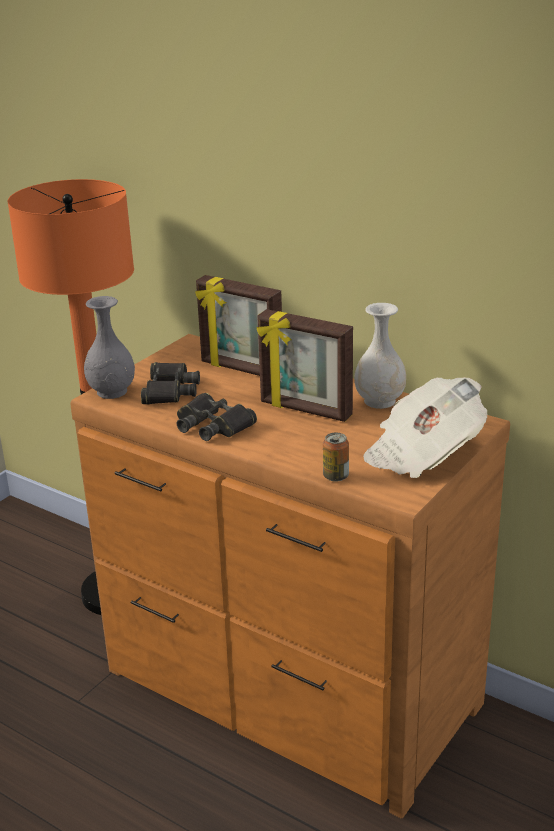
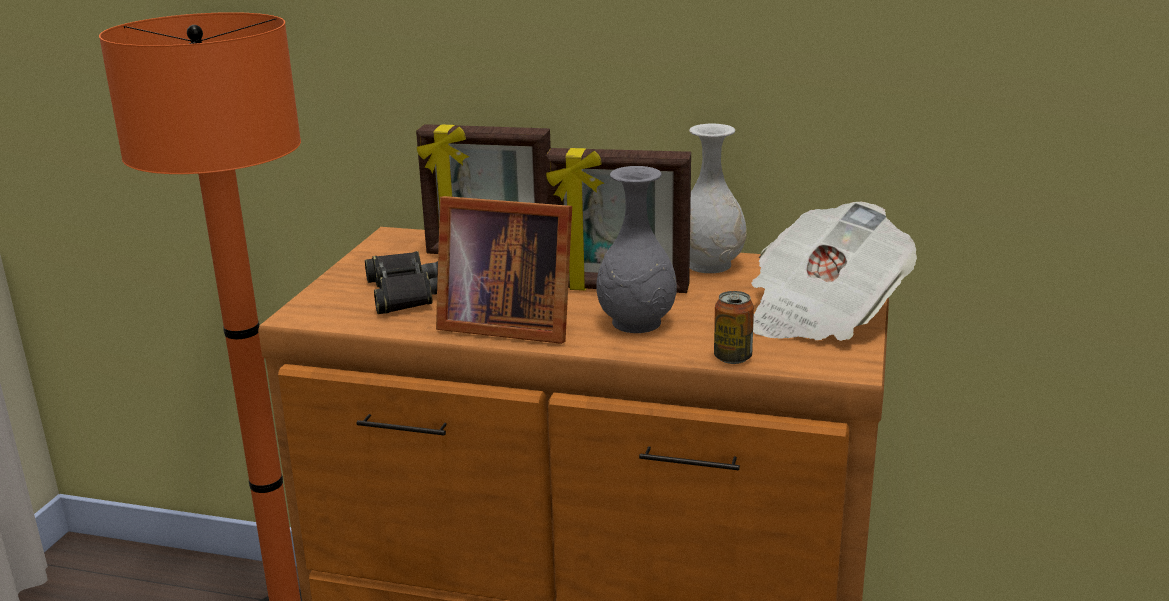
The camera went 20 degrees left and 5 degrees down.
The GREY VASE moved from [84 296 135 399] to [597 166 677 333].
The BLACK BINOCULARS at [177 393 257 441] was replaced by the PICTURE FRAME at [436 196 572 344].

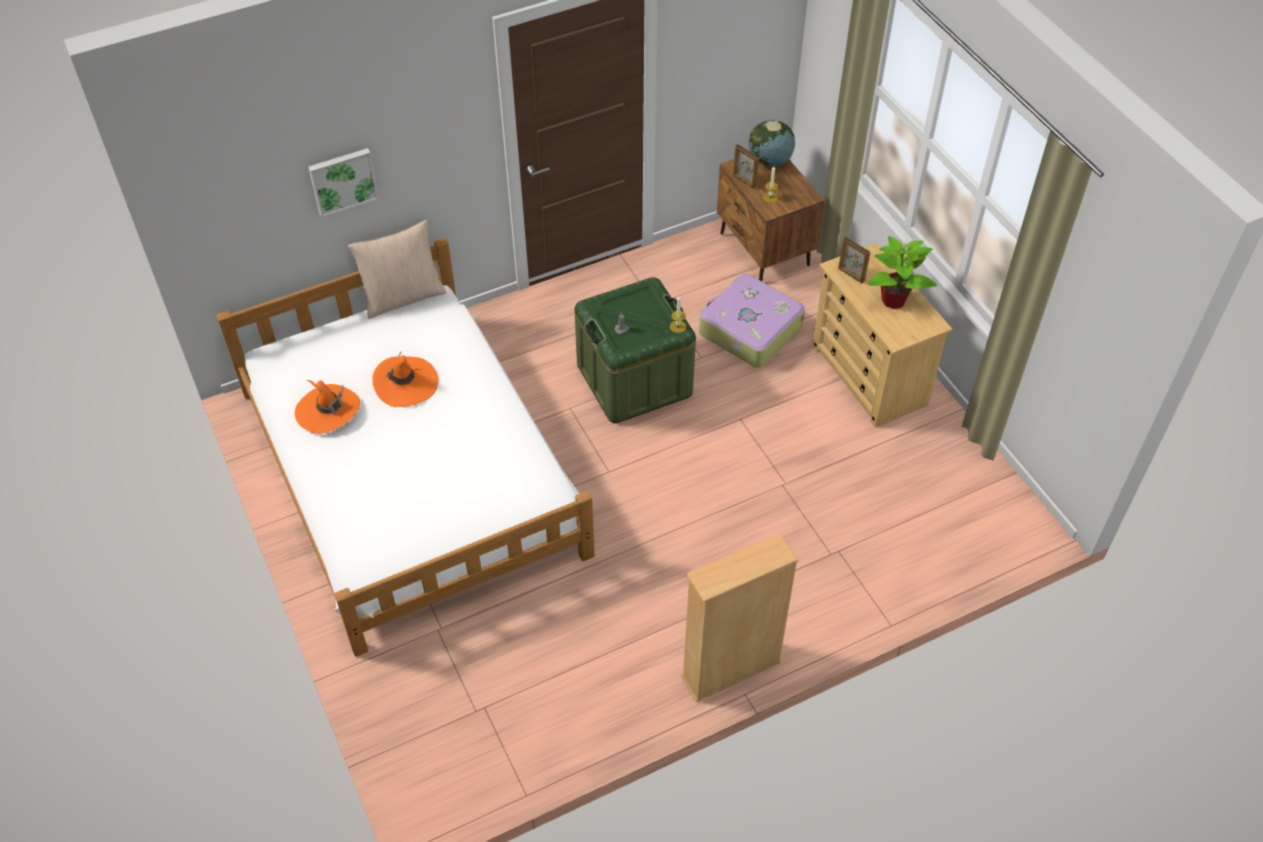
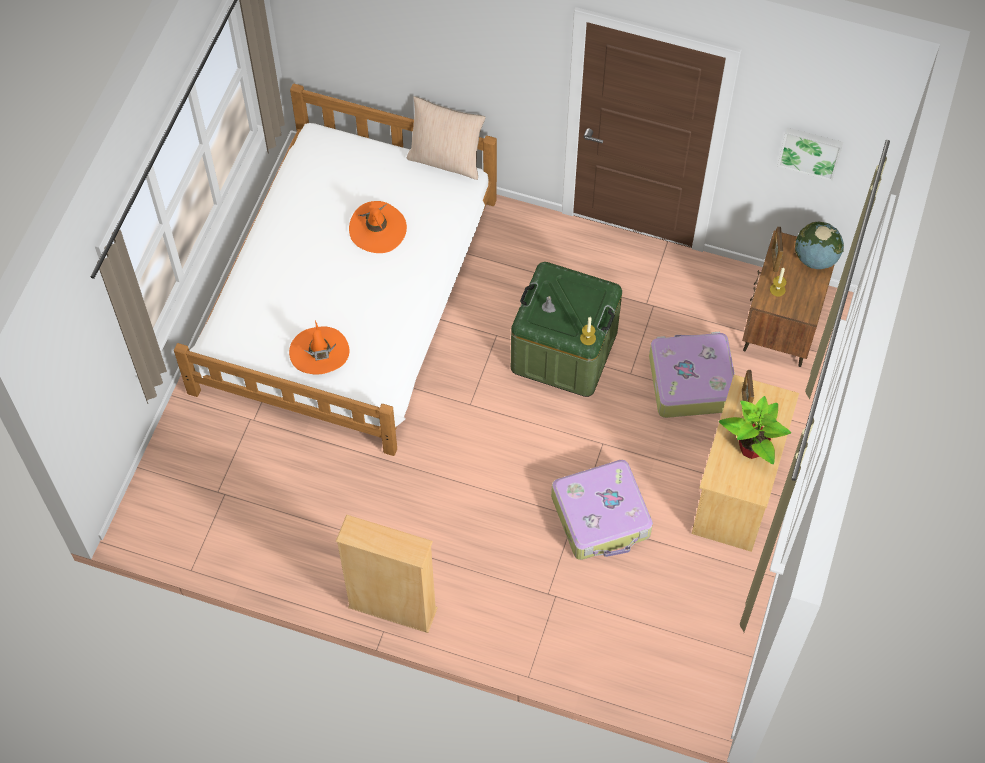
The camera went 45 degrees right and 10 degrees up.
The SUITCASE at [551 460 653 560] appeared.
The ORANGE HAT moved from [295 380 360 434] to [289 321 350 374].
The PICTURE moved from [308 148 379 217] to [777 127 844 181].

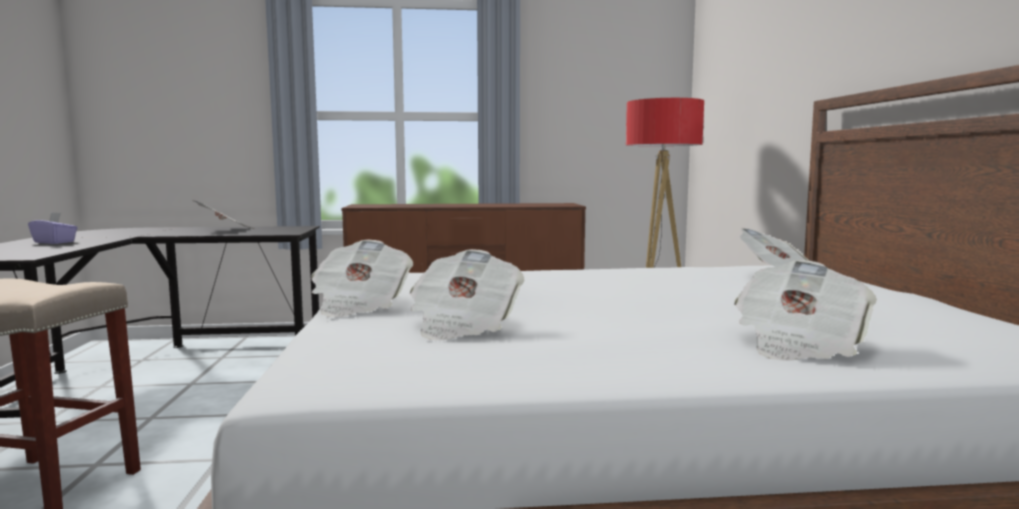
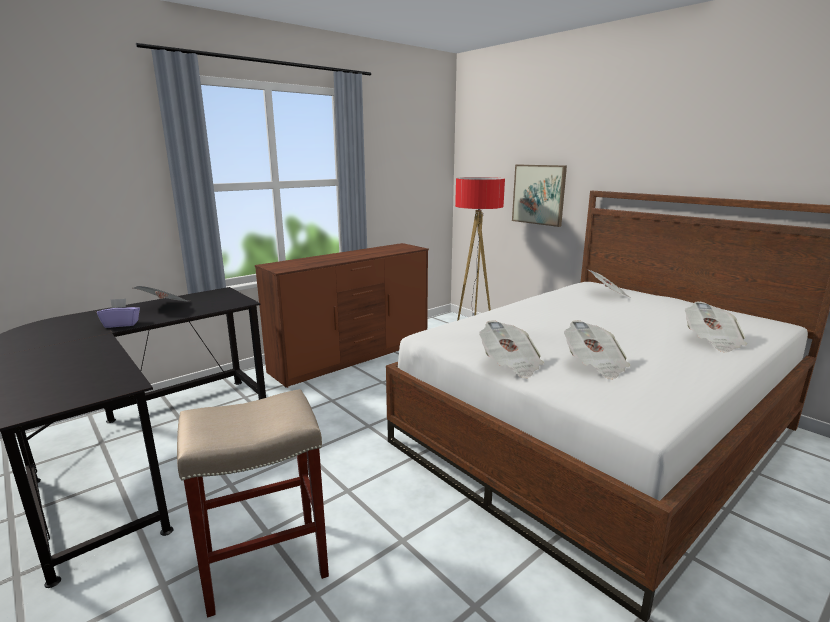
The camera went 35 degrees left and 10 degrees up.
The PICTURE at [512 165 567 227] appeared.
The PURPLE TISSUE BOX moved from [28 212 78 244] to [97 298 140 328].

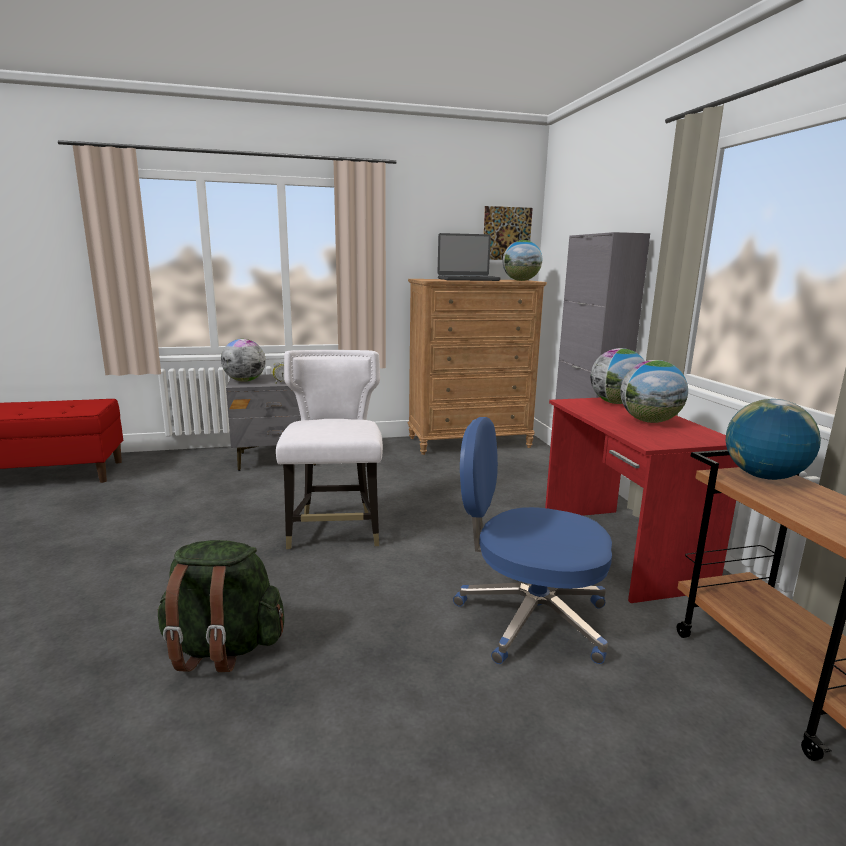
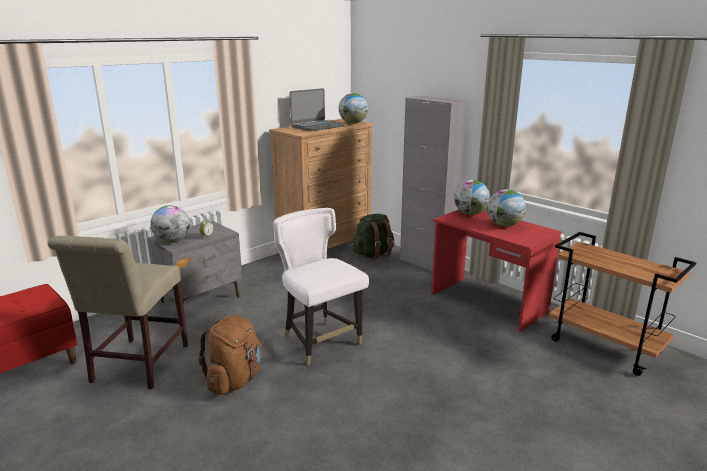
The camera went 30 degrees left and 5 degrees up.
The BLUE OFFICE CHAIR at [453 417 612 664] disappeared.
The PICTURE at [484 206 533 260] disappeared.
The GLOBE at [726 399 821 480] disappeared.
The BEIGE CHAIR at [47 236 188 389] appeared.
The BROWN BACKPACK at [198 316 262 395] appeared.
The GREEN BACKPACK moved from [158 540 284 672] to [352 214 395 260].

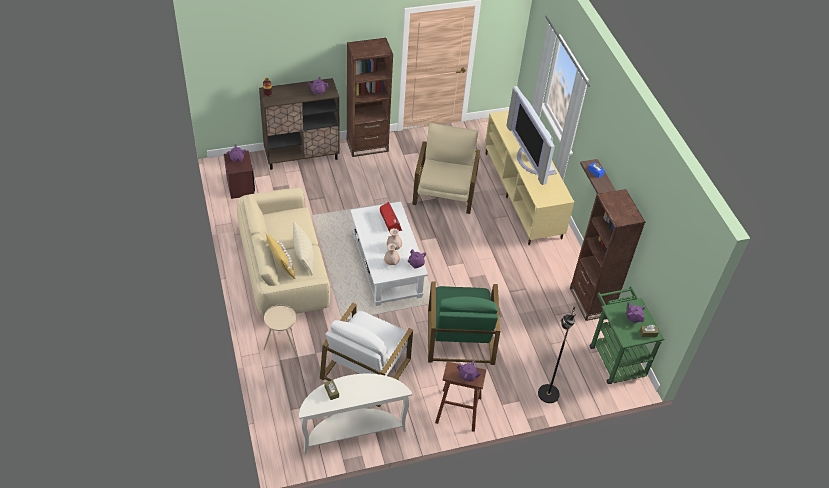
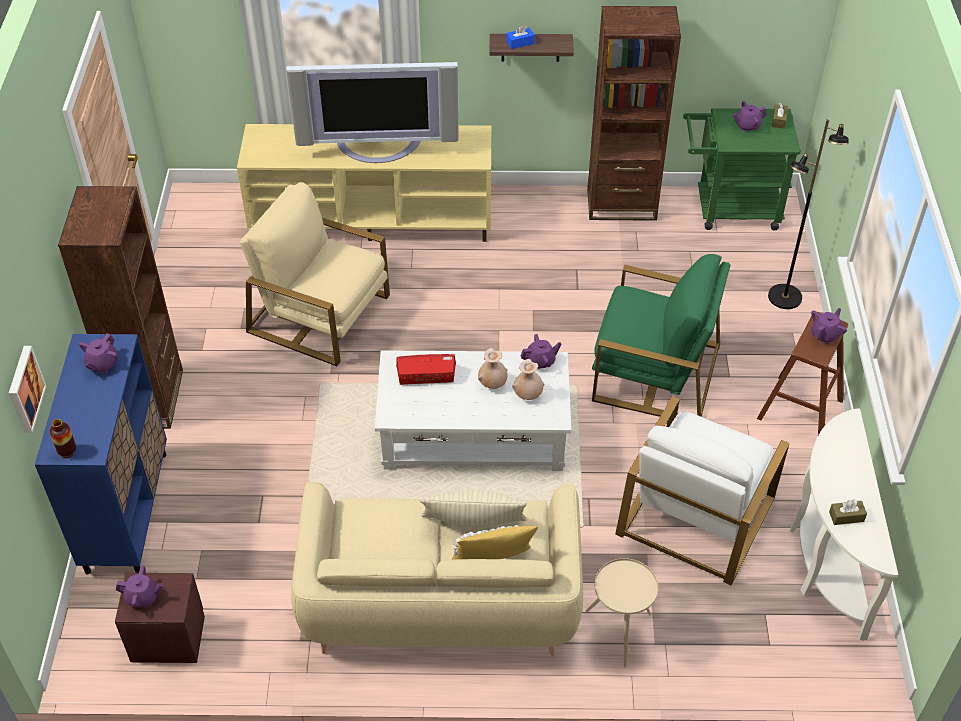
The camera went 70 degrees left and 0 degrees up.
The PICTURE at [9 346 46 433] appeared.
The BROWN CABINET at [259 78 339 170] became the BLUE CABINET at [35 334 167 574].
The WHITE ARMCHAIR at [320 303 413 407] turned 75 degrees clockwise.

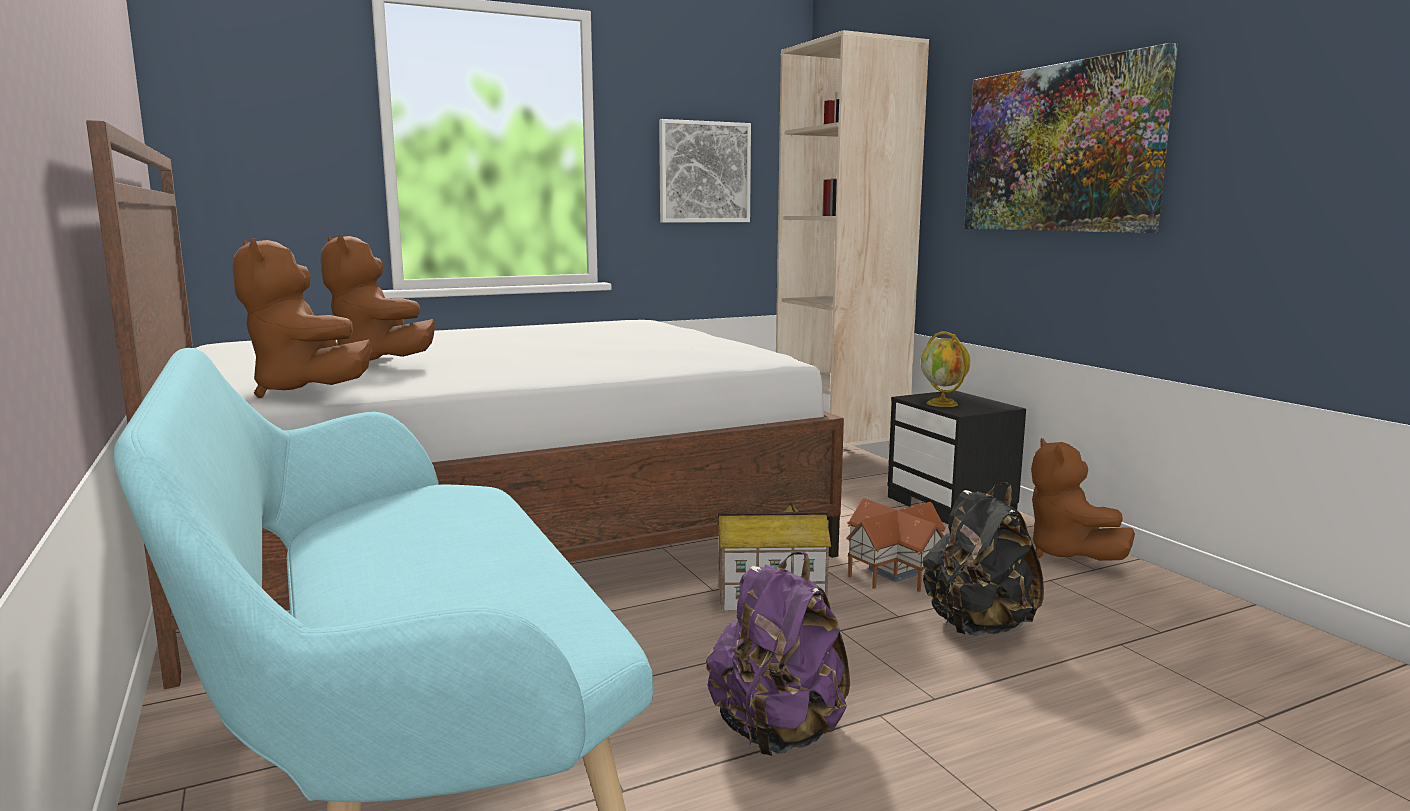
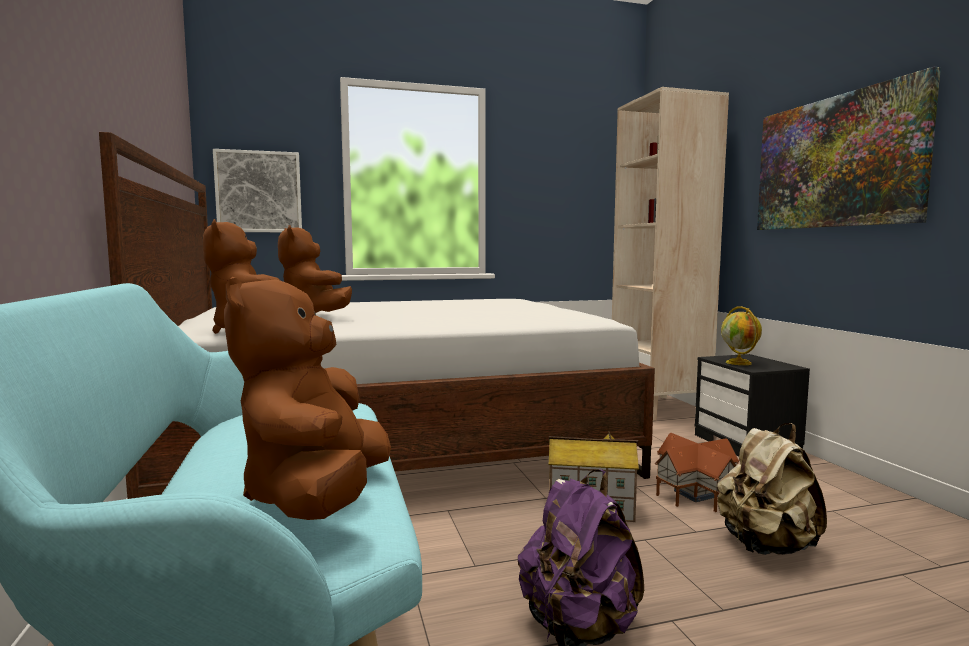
The camera went 10 degrees right and 5 degrees down.
The PICTURE moved from [659 119 751 223] to [213 149 302 232].
The BROWN PLUSH TOY moved from [1031 438 1135 561] to [224 277 391 520].
The BLACK BACKPACK at [923 482 1044 636] became the BEIGE BACKPACK at [717 423 827 555].

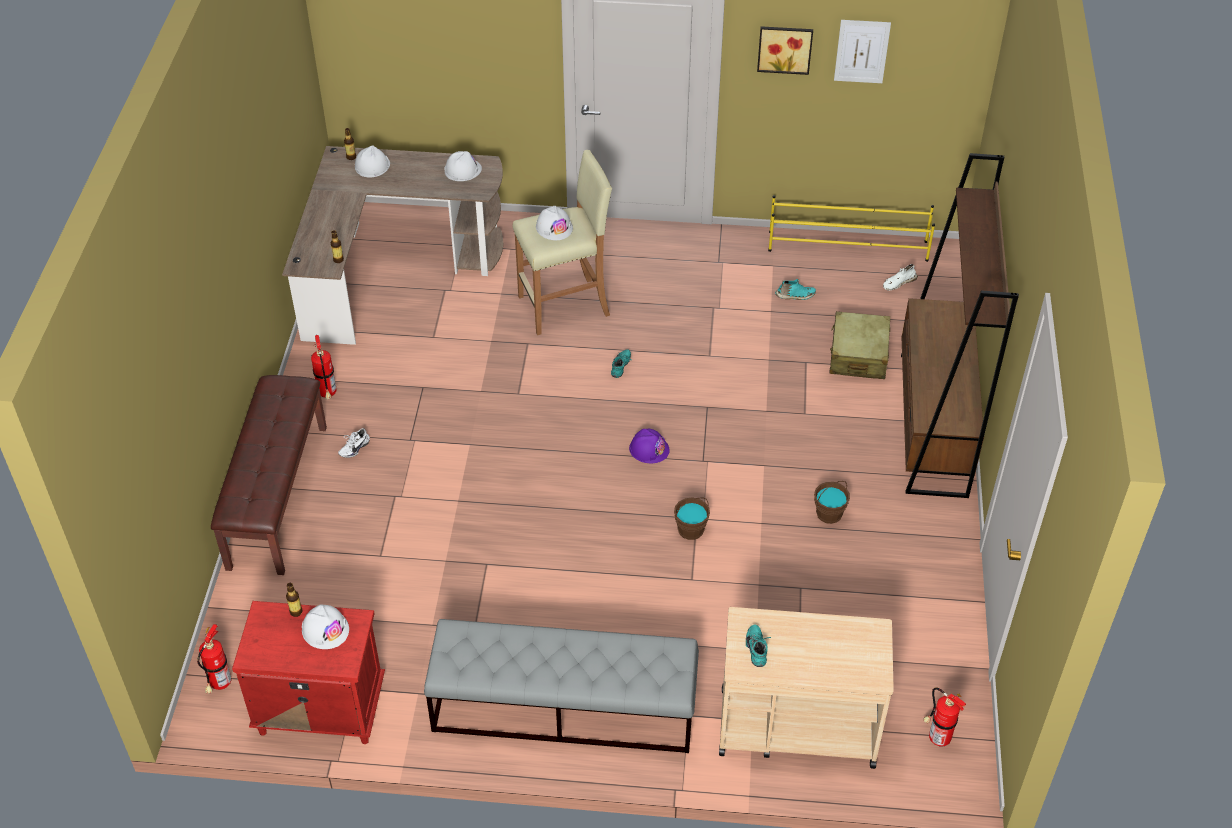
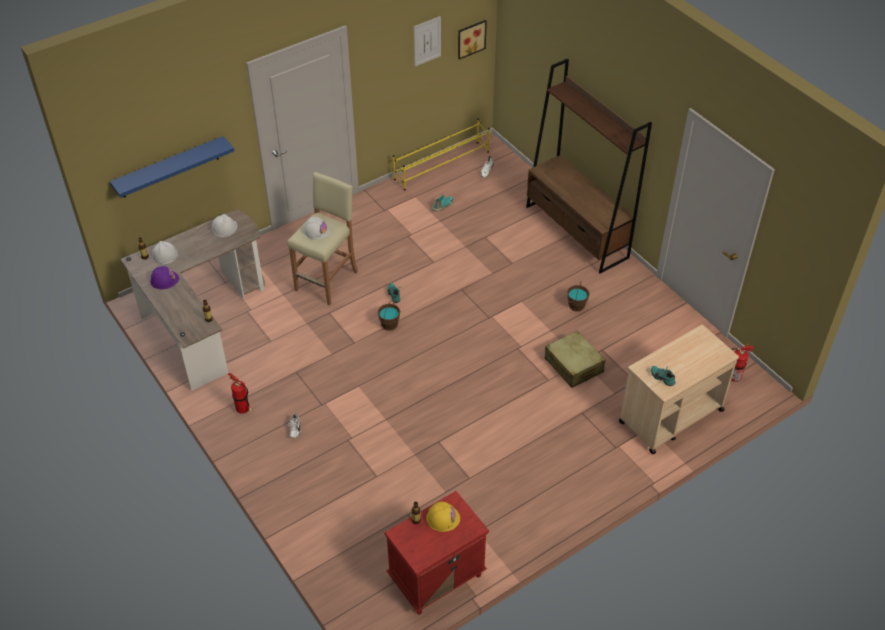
The camera went 40 degrees left and 0 degrees up.
The FIRE EXTINGUISHER at [197 624 232 694] disappeared.
The BROWN BENCH at [211 375 327 575] disappeared.
The GREY BENCH at [424 619 699 753] disappeared.
The BLUE SHELF at [110 136 234 198] appeared.
The PURPLE HARD HAT moved from [629 429 670 463] to [150 266 179 289].
The BROWN BUCKET moved from [674 497 710 540] to [378 301 400 331].
The PICTURE moved from [757 26 813 75] to [458 20 487 60].
The BEIGE SUITCASE moved from [830 311 890 379] to [545 331 605 388].
The WHITE HARD HAT at [302 605 349 649] became the YELLOW HARD HAT at [426 502 460 532].

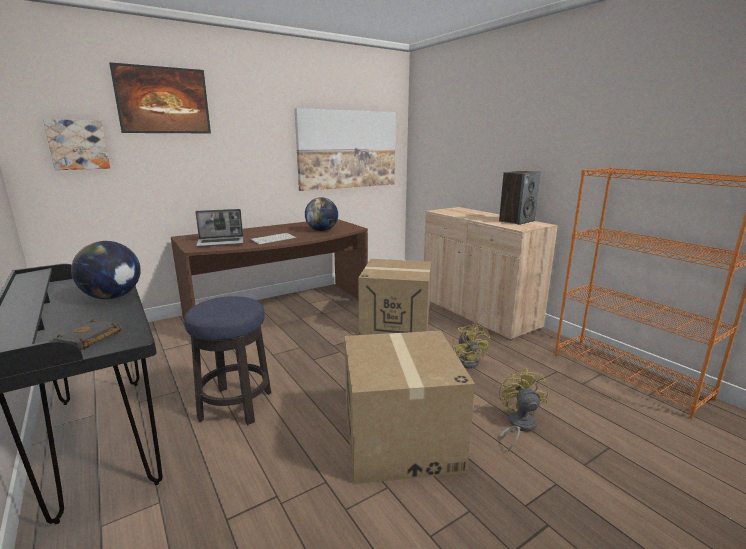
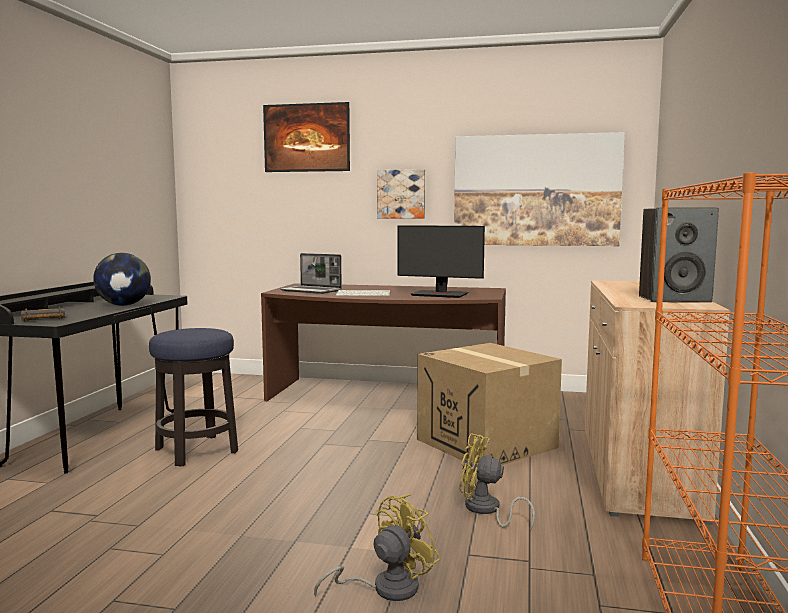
The camera went 45 degrees right and 10 degrees down.
The CARDBOARD BOX at [344 331 475 484] disappeared.
The PICTURE moved from [43 119 110 170] to [377 169 425 218].
The GLOBE at [305 197 338 231] was replaced by the MONITOR at [398 225 485 298].
The YELLOW FAN at [452 322 491 369] turned 75 degrees clockwise.

